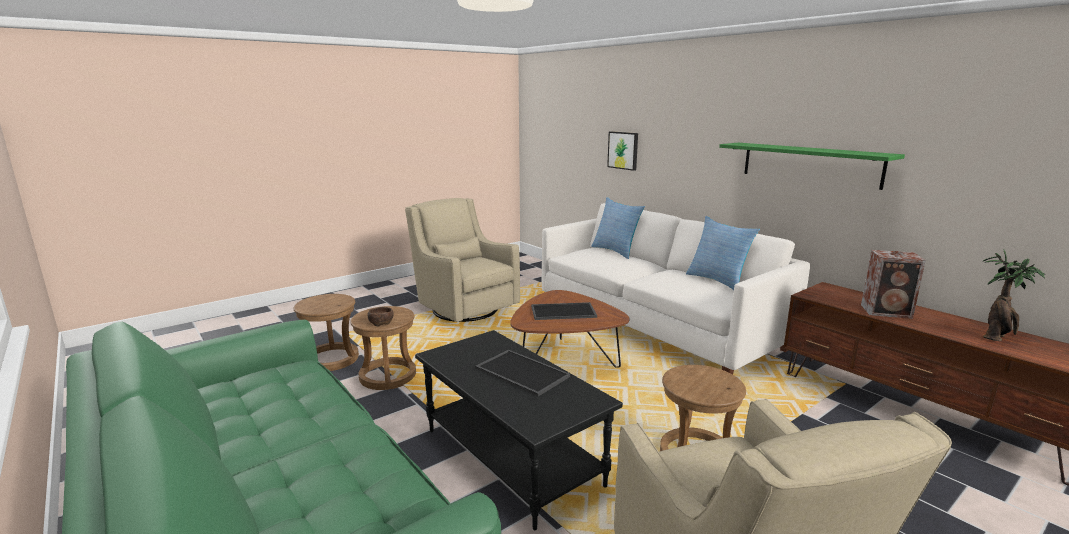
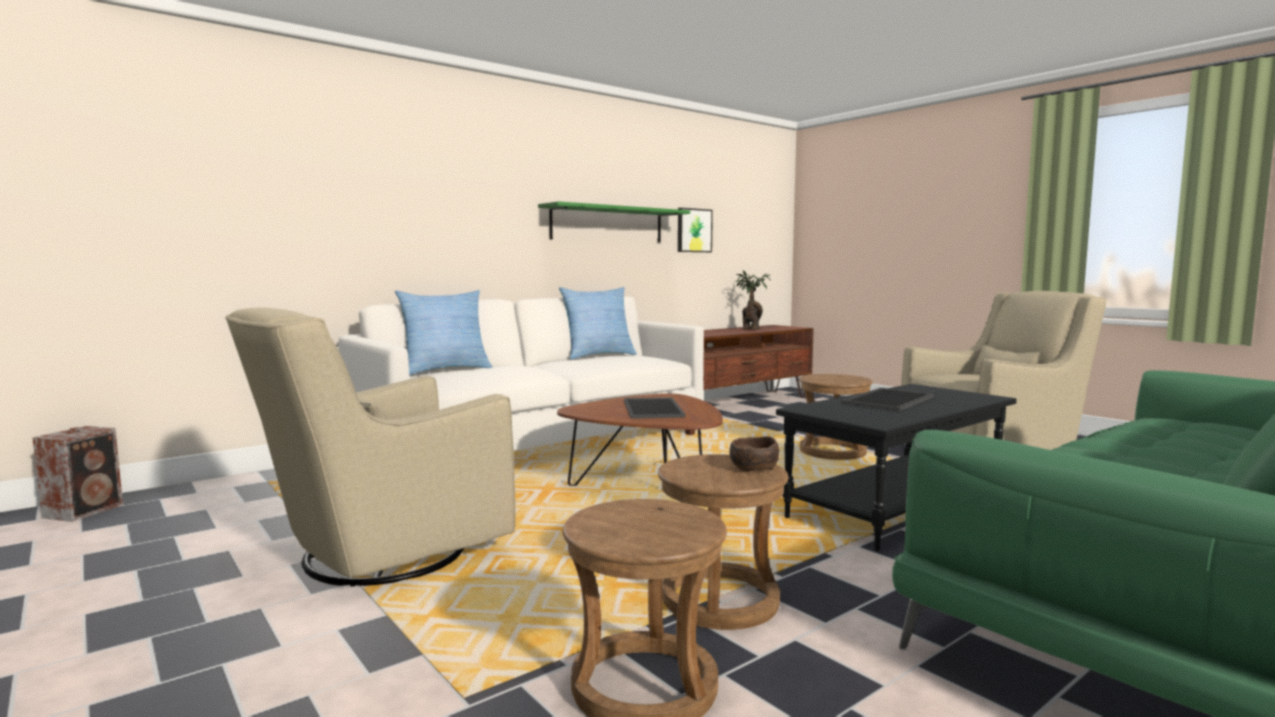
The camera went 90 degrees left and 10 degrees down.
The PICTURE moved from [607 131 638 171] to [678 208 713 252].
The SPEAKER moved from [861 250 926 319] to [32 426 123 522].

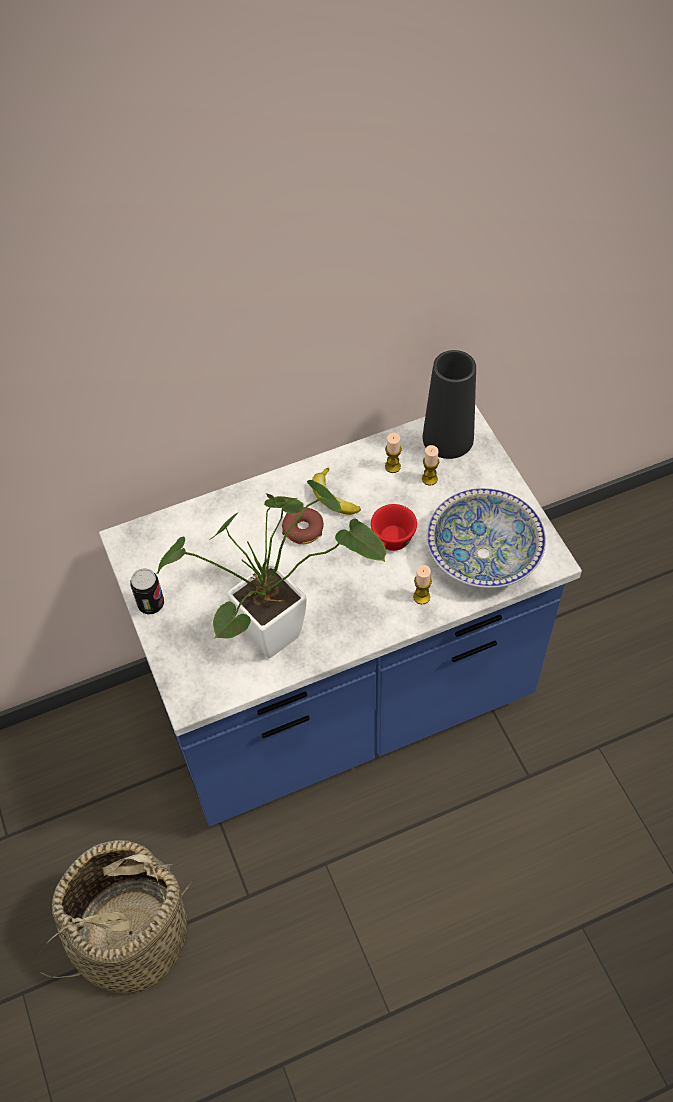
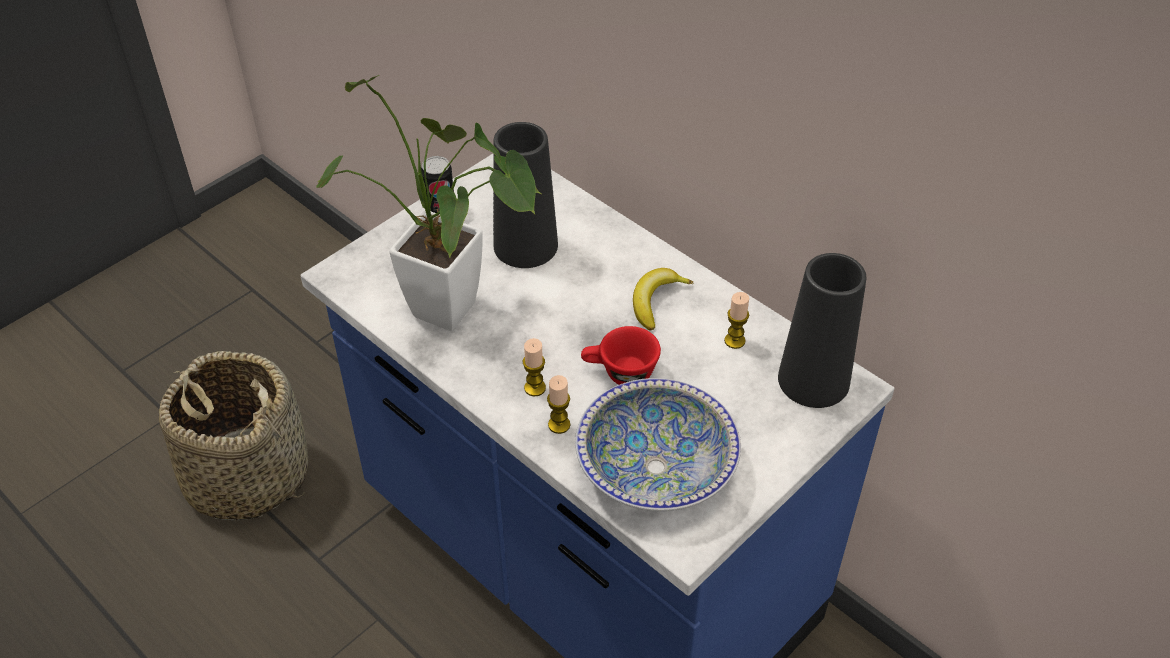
The camera went 65 degrees right and 10 degrees down.
The DONUT at [282 507 324 544] disappeared.
The BLACK VASE at [493 122 558 268] appeared.
The CANDLE moved from [422 445 439 486] to [523 338 546 397].

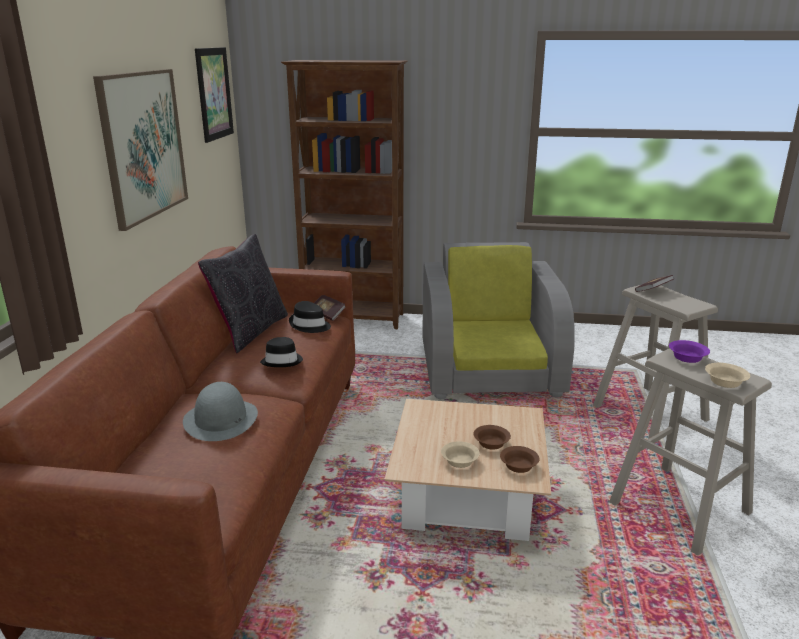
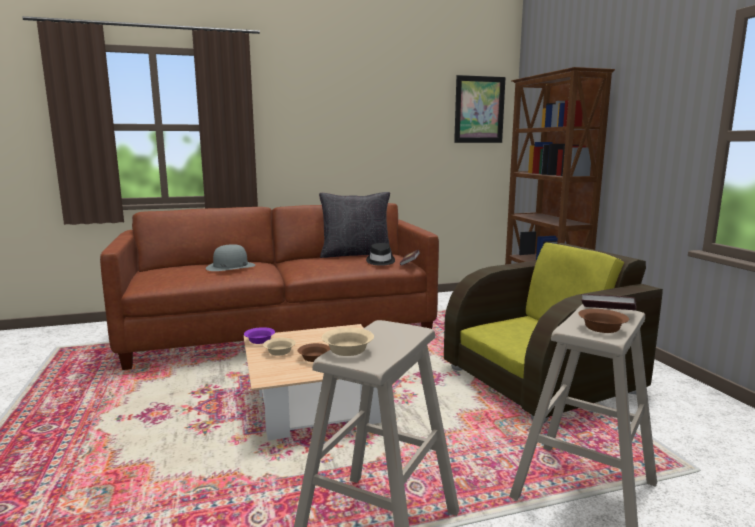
The camera went 65 degrees right and 10 degrees down.
The PICTURE at [93 69 188 231] disappeared.
The BLACK HAT at [260 337 303 367] disappeared.
The BROWN BOWL moved from [500 446 539 473] to [578 309 629 333].
The PURPLE BOWL moved from [669 340 710 363] to [244 327 275 344].
The GREY ARMCHAIR at [422 242 575 399] became the BROWN ARMCHAIR at [444 242 663 423].

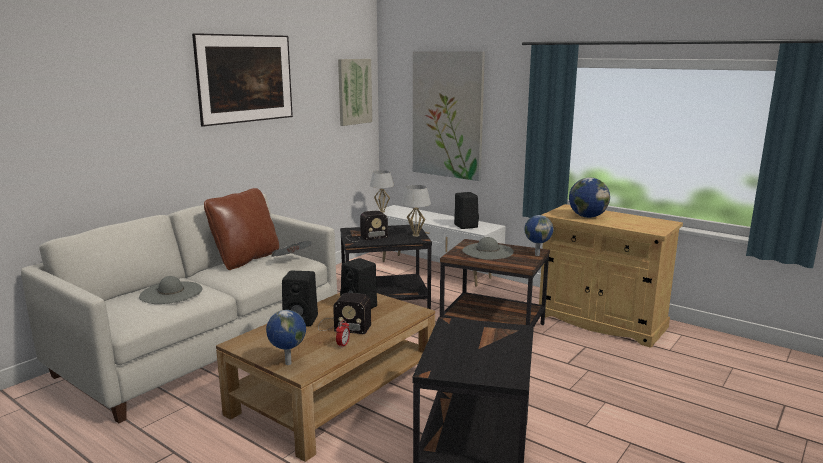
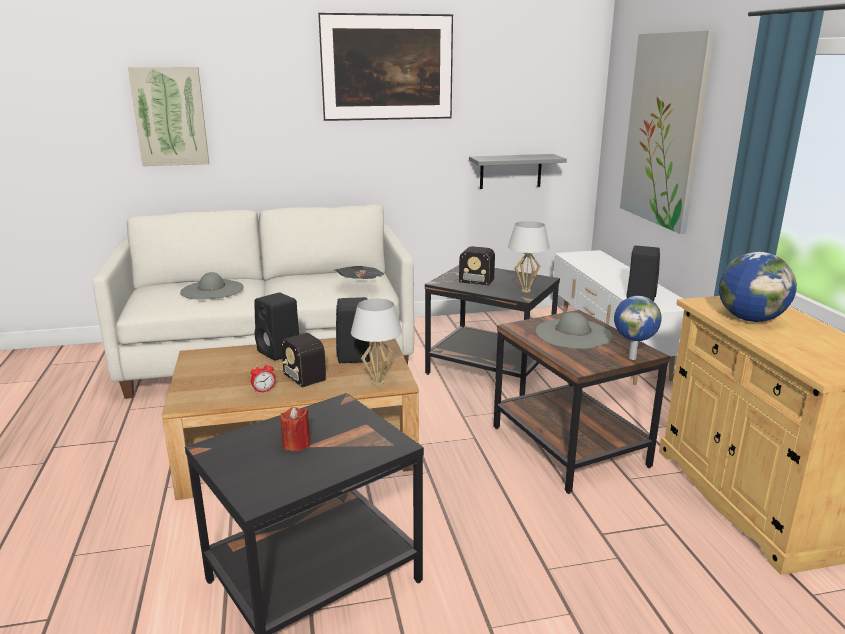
The camera went 40 degrees right and 5 degrees up.
The BROWN PILLOW at [204 188 279 270] disappeared.
The GLOBE at [266 310 306 365] disappeared.
The RED CANDLE at [280 407 311 451] appeared.
The GREY SHELF at [469 154 567 189] appeared.
The PICTURE moved from [338 59 372 126] to [128 67 209 166].
The WHITE TABLE LAMP moved from [370 170 394 213] to [351 298 402 386].

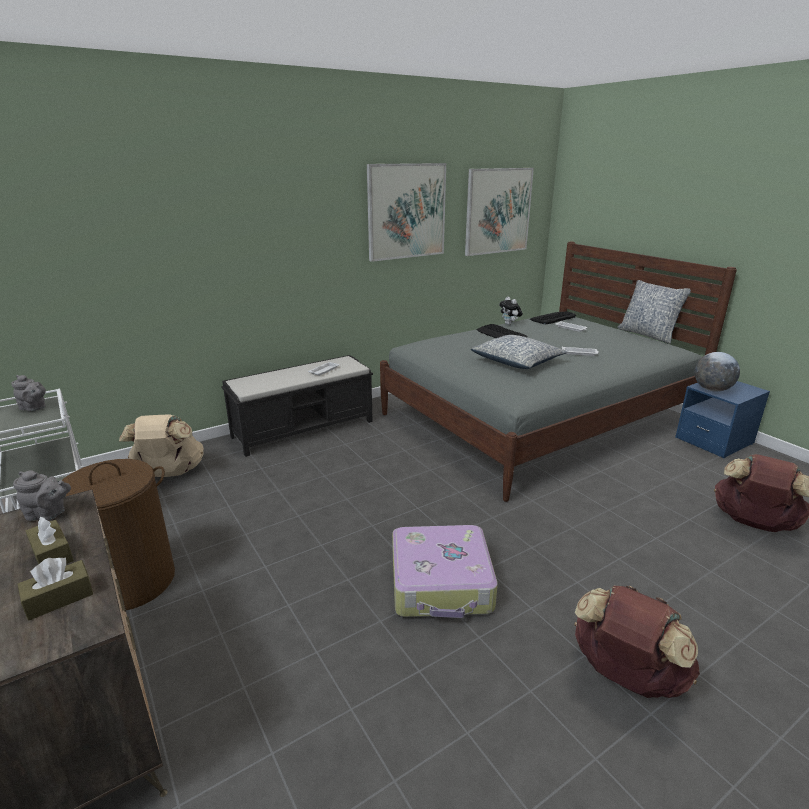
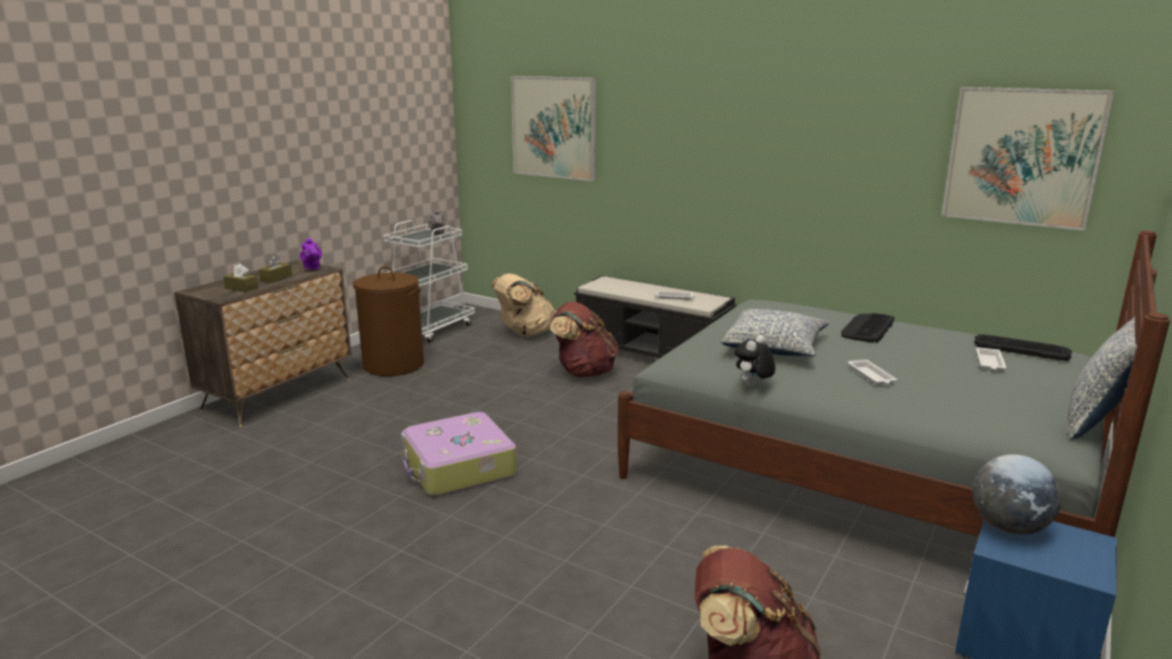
The camera went 65 degrees right and 5 degrees down.
The PICTURE moved from [367 163 446 262] to [511 76 596 181].
The PLUSH TOY moved from [499 296 523 325] to [735 335 775 387].
The BROWN BACKPACK moved from [574 586 700 698] to [550 302 618 377].
The GREY TEAPOT at [13 470 71 521] became the PURPLE TEAPOT at [300 238 322 270].

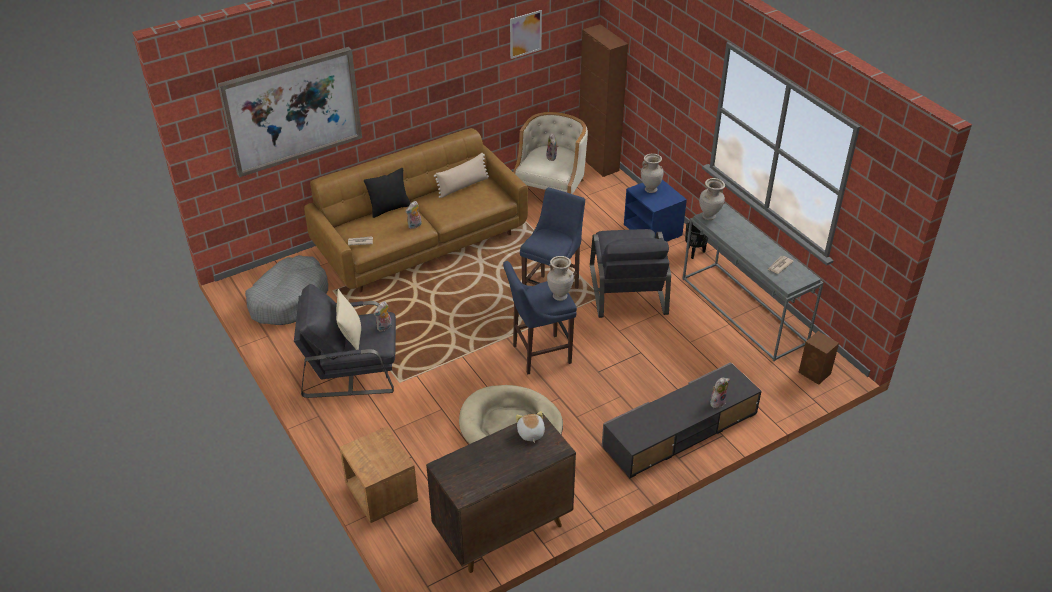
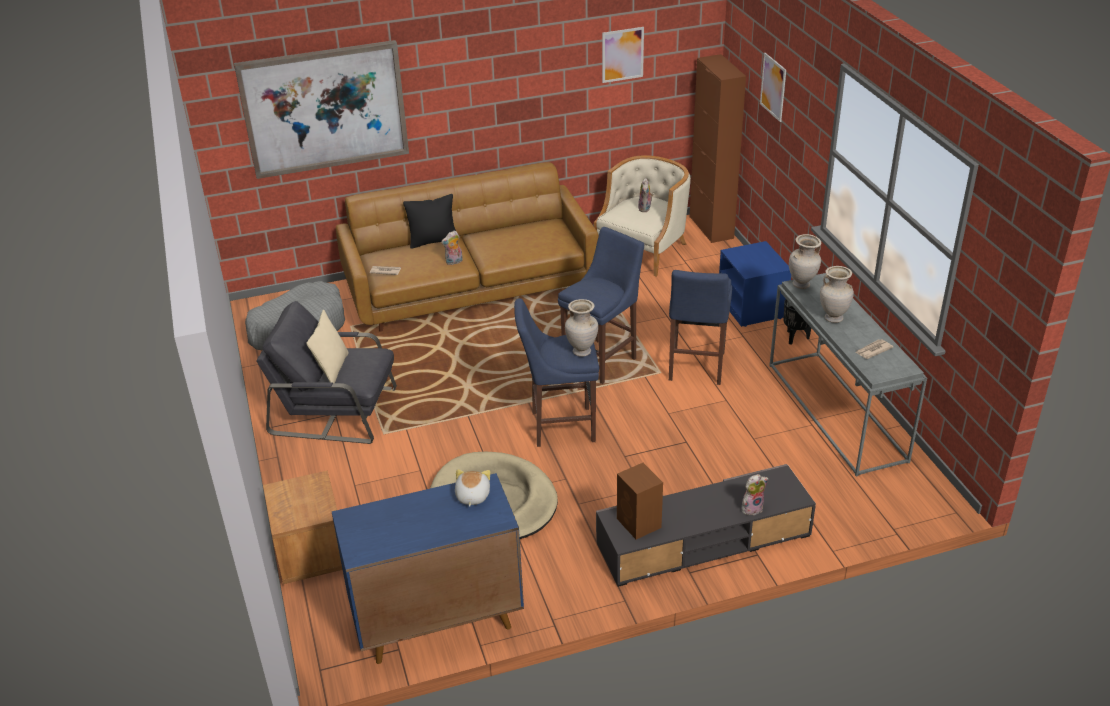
The camera went 15 degrees right and 5 degrees down.
The PLUSH TOY at [374 301 392 331] disappeared.
The BEIGE PILLOW at [434 153 489 198] disappeared.
The PICTURE at [760 53 786 122] appeared.
The BEIGE VASE moved from [641 154 664 193] to [820 266 854 323].
The BROWN SPEAKER moved from [798 331 839 385] to [617 463 663 539].
The GREY ARMCHAIR at [590 229 671 318] was replaced by the BLUE STOOL at [669 270 732 385].
The BROWN CABINET at [426 413 576 573] became the BLUE CABINET at [332 473 524 664].

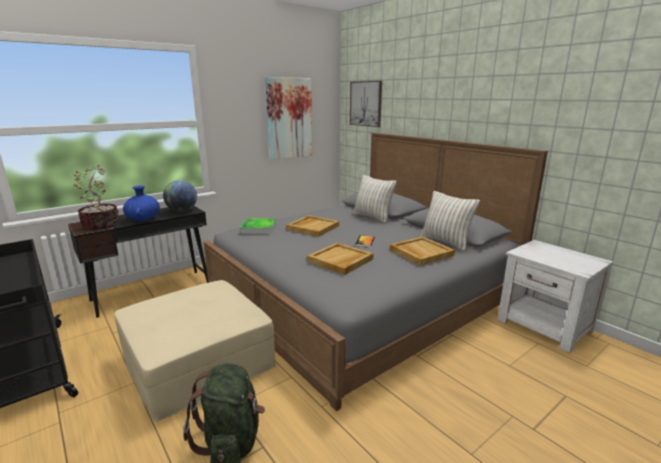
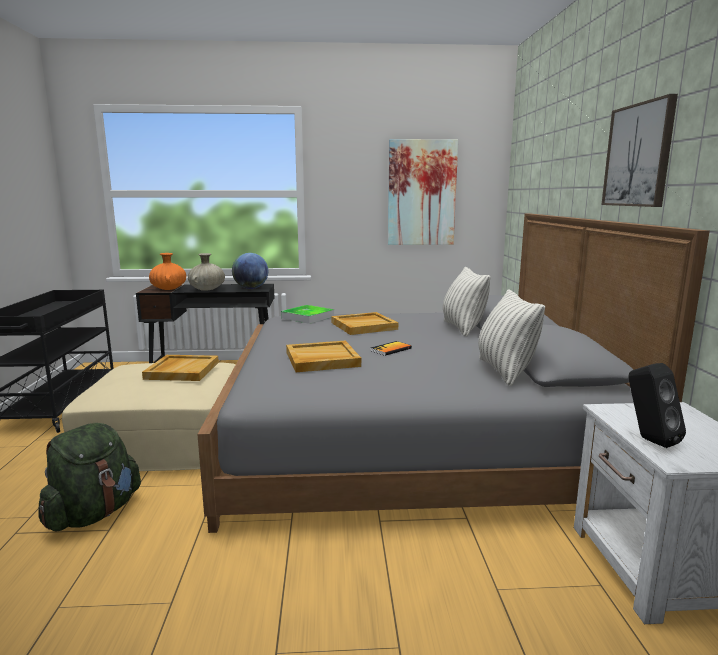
The camera went 35 degrees right and 5 degrees down.
The BLACK SPEAKER at [628 363 686 448] appeared.
The PICTURE moved from [350 81 382 127] to [602 94 678 207].
The BEIGE TRAY moved from [389 236 455 266] to [142 355 219 381].
The POTTED PLANT at [74 165 119 230] was replaced by the ORANGE VASE at [149 253 186 290].
The BLUE VASE at [123 186 160 221] became the BEIGE VASE at [188 253 225 291].

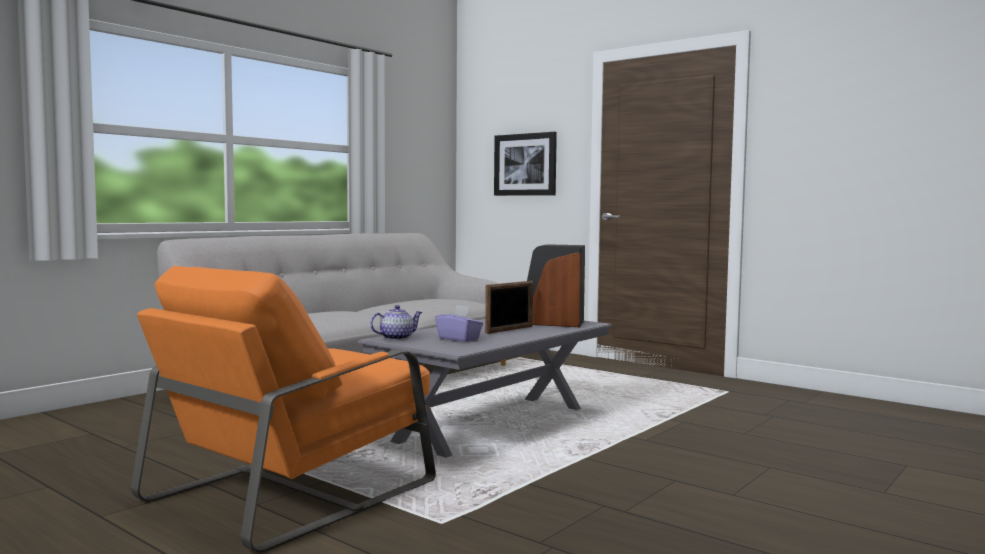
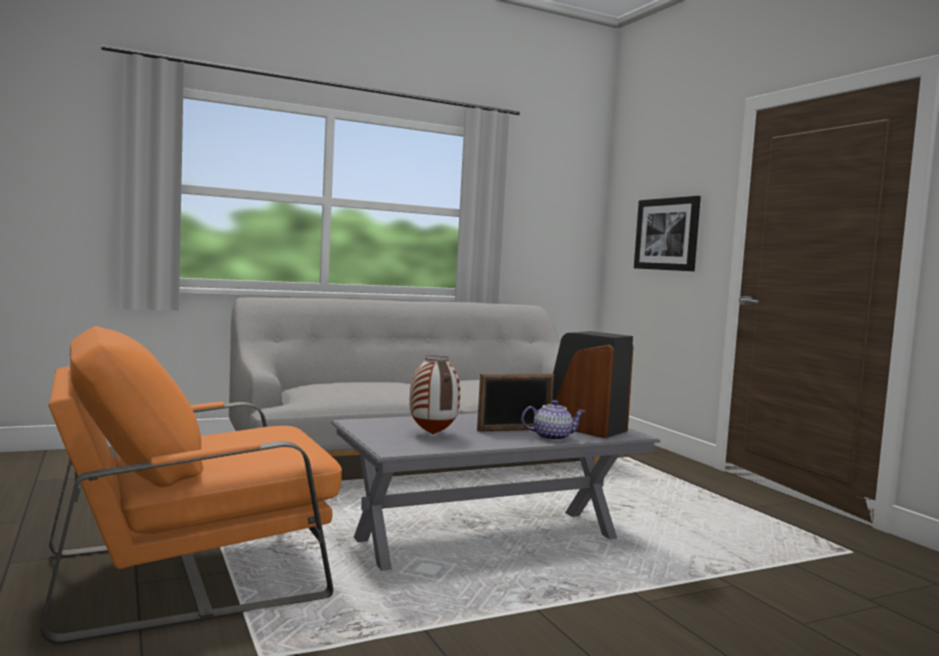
The camera went 25 degrees right and 0 degrees up.
The TEAPOT moved from [370 305 423 340] to [522 400 586 441].
The PURPLE TISSUE BOX at [435 305 483 342] was replaced by the VASE at [409 355 460 434].

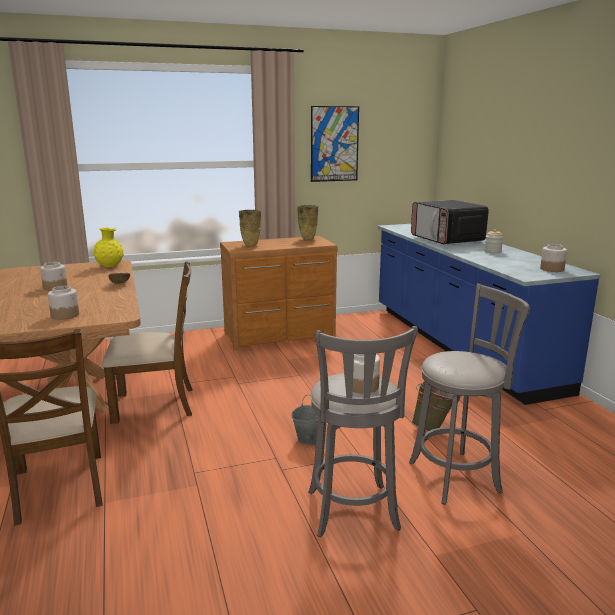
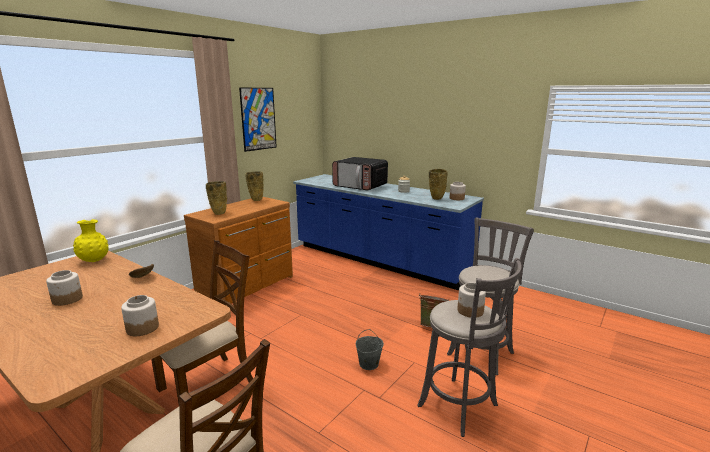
The camera went 35 degrees left and 0 degrees up.
The BEIGE VASE at [429 169 447 200] appeared.

